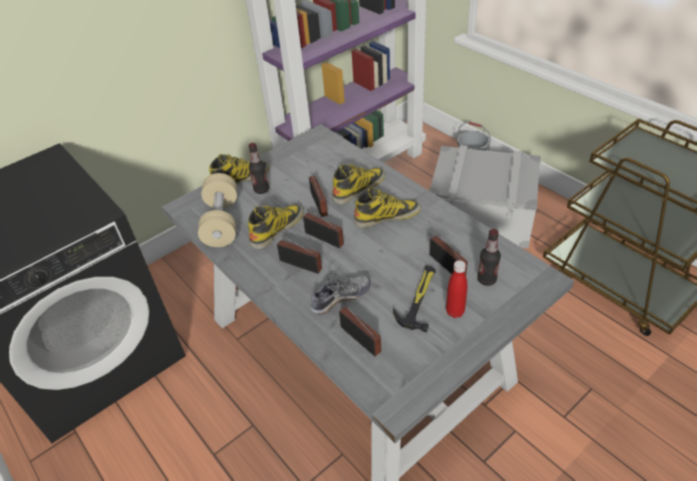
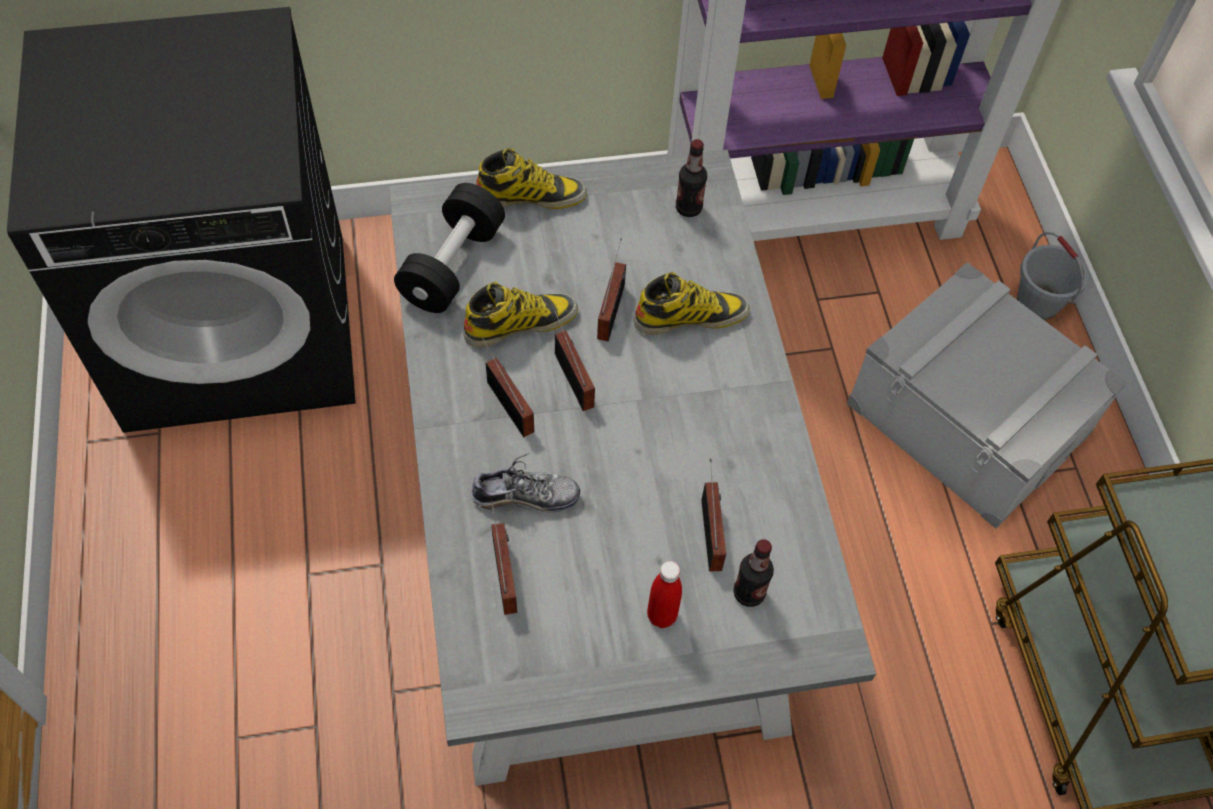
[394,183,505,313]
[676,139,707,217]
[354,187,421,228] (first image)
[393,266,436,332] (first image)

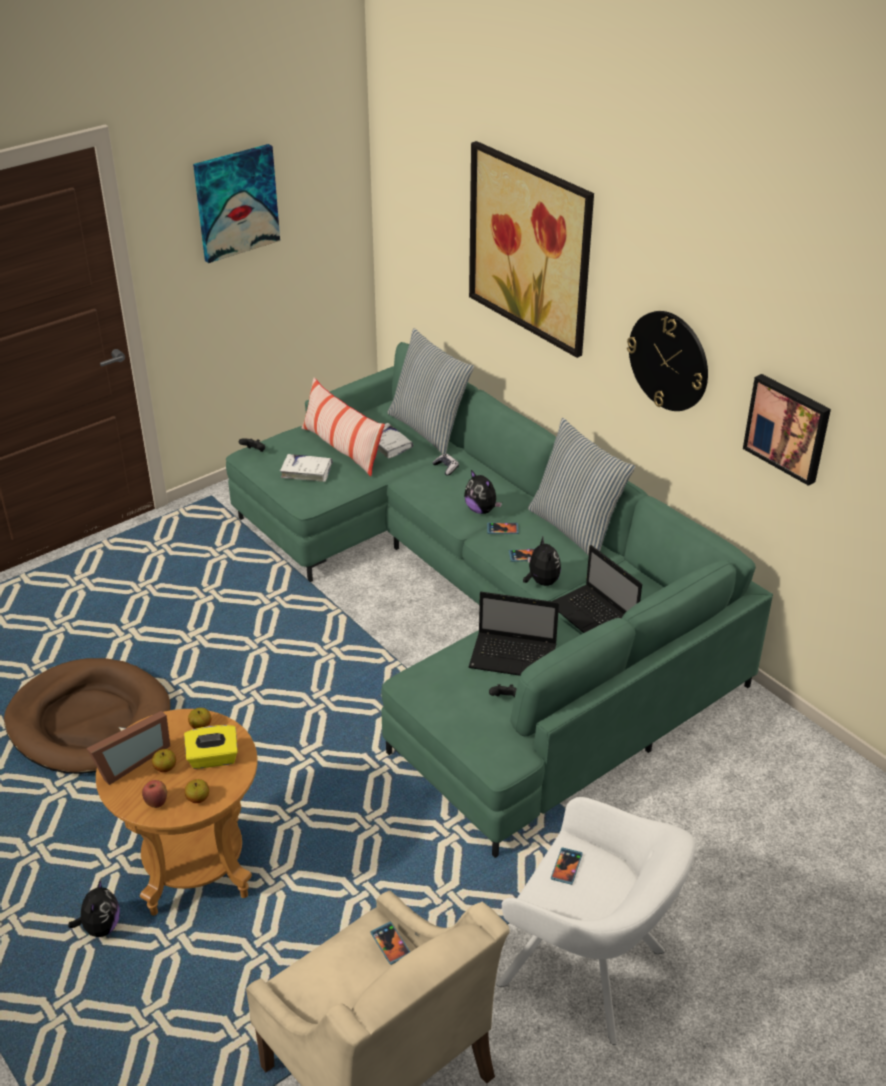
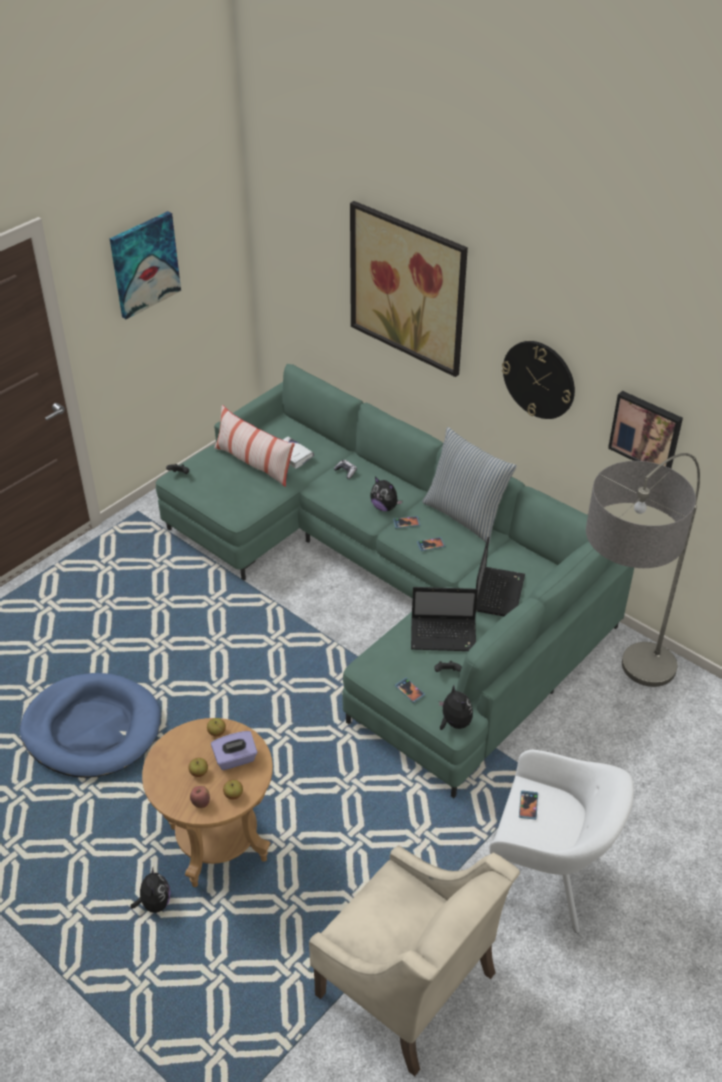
[20,673,161,778]
[86,711,170,785] (first image)
[211,731,257,770]
[280,454,333,482] (first image)
[394,677,425,703]
[387,328,474,454] (first image)
[439,685,473,730]
[476,537,525,616]
[586,453,700,687]

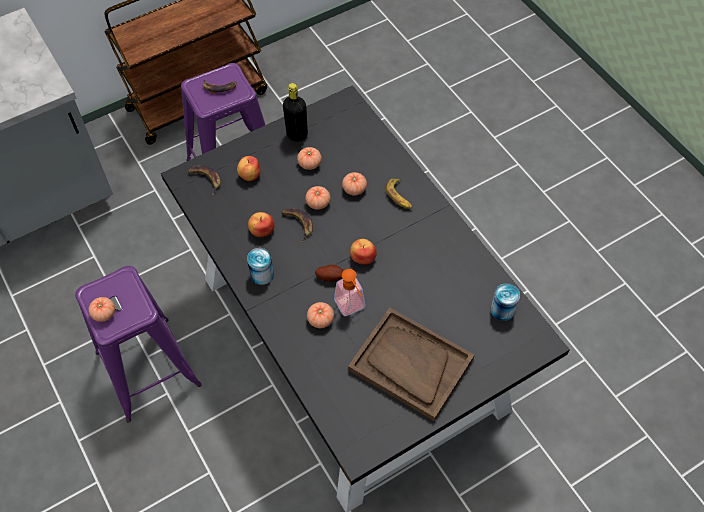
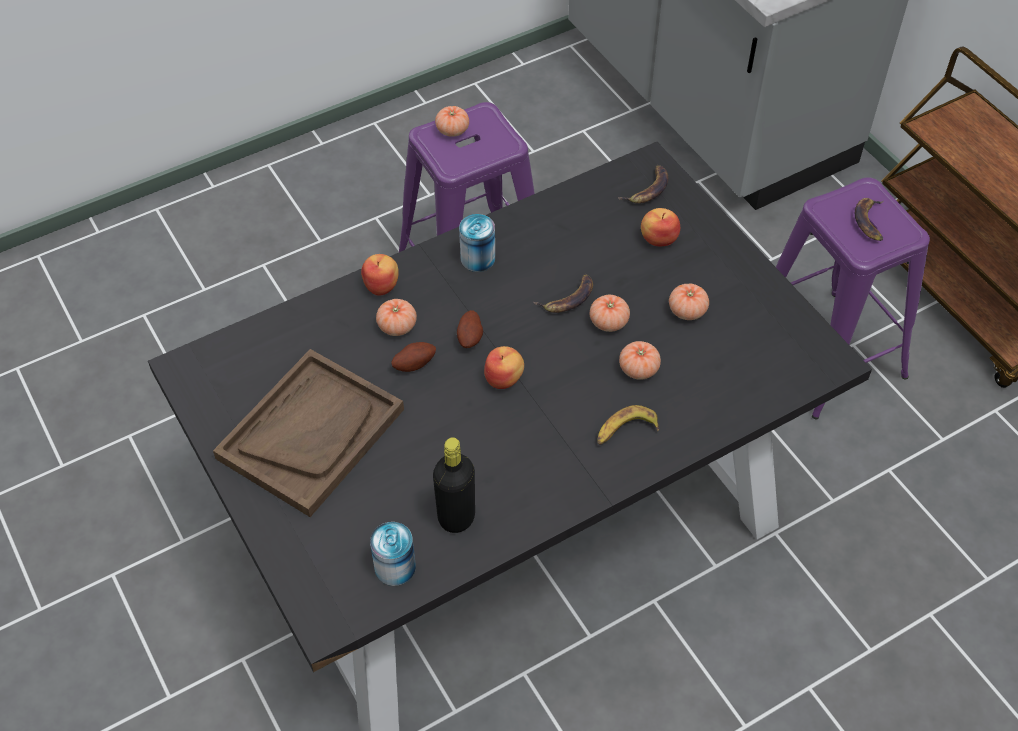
[361,254,399,296]
[433,437,475,533]
[391,342,436,372]

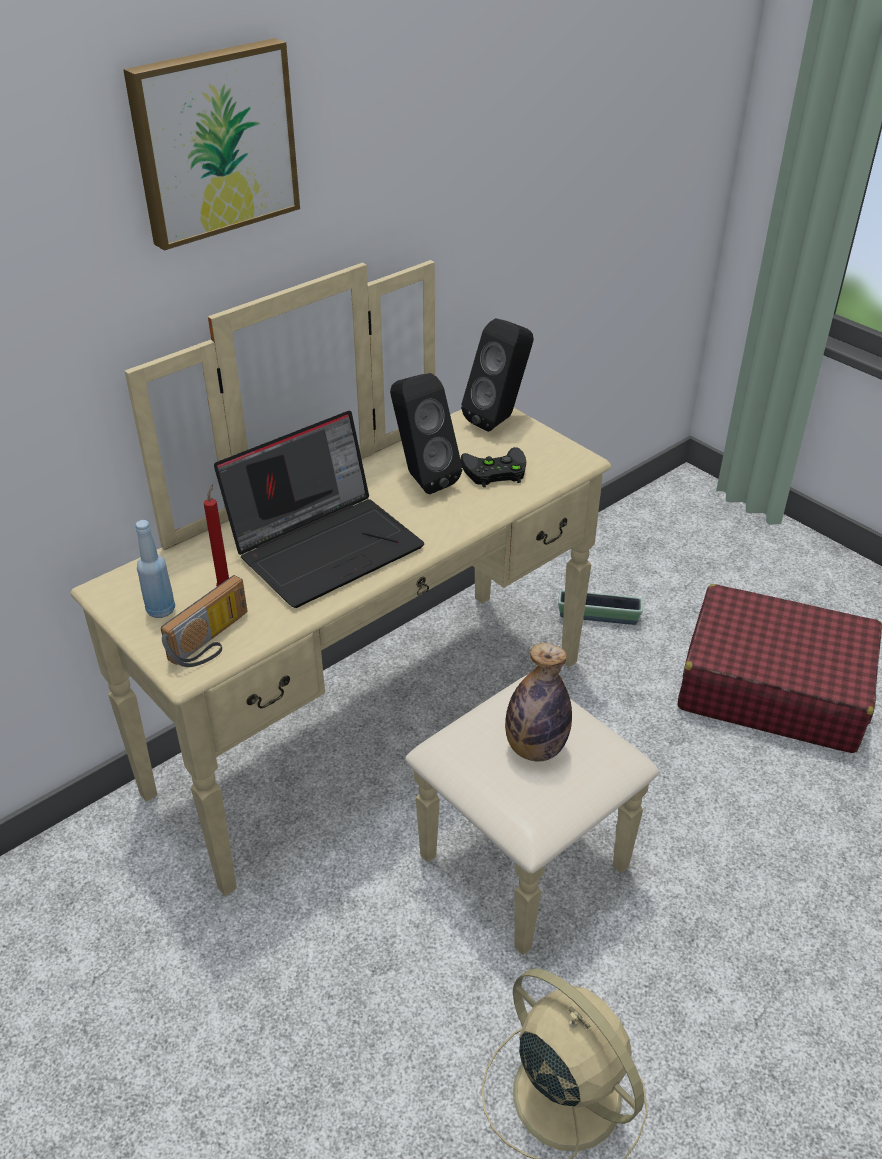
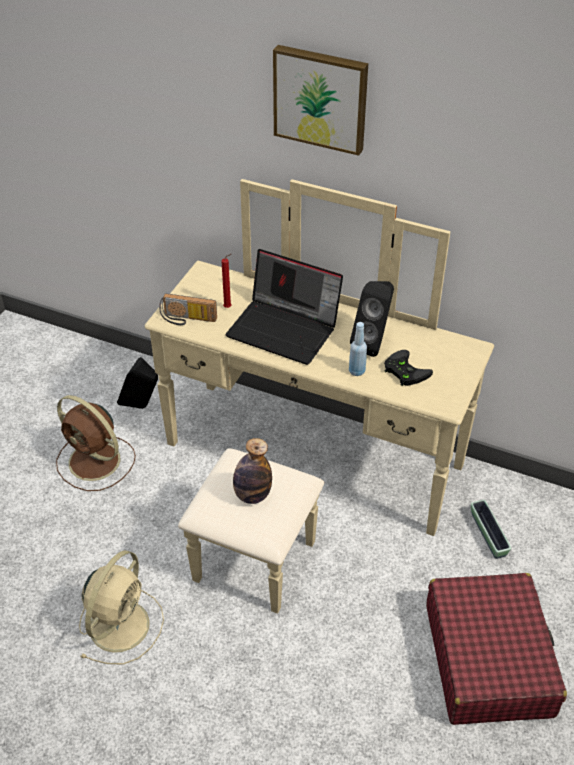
[349,322,367,376]
[117,357,158,409]
[56,395,136,491]

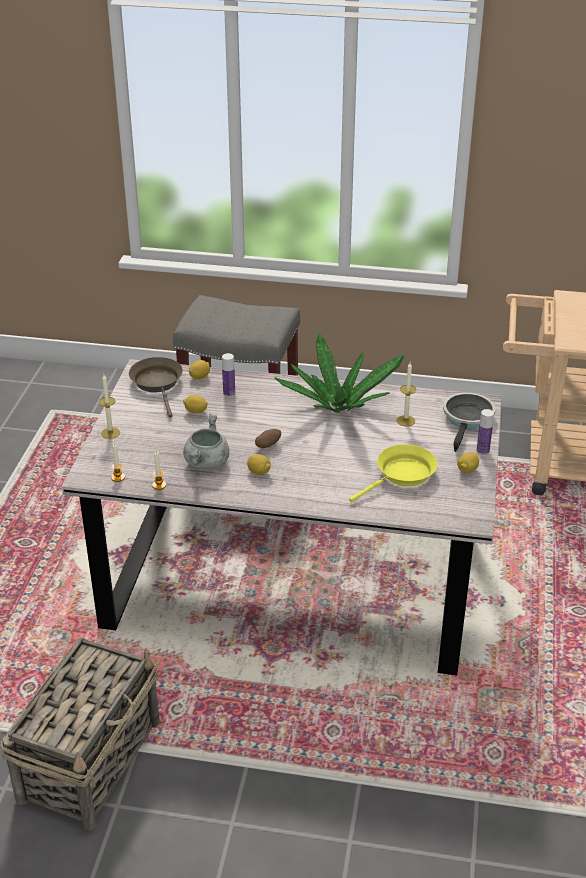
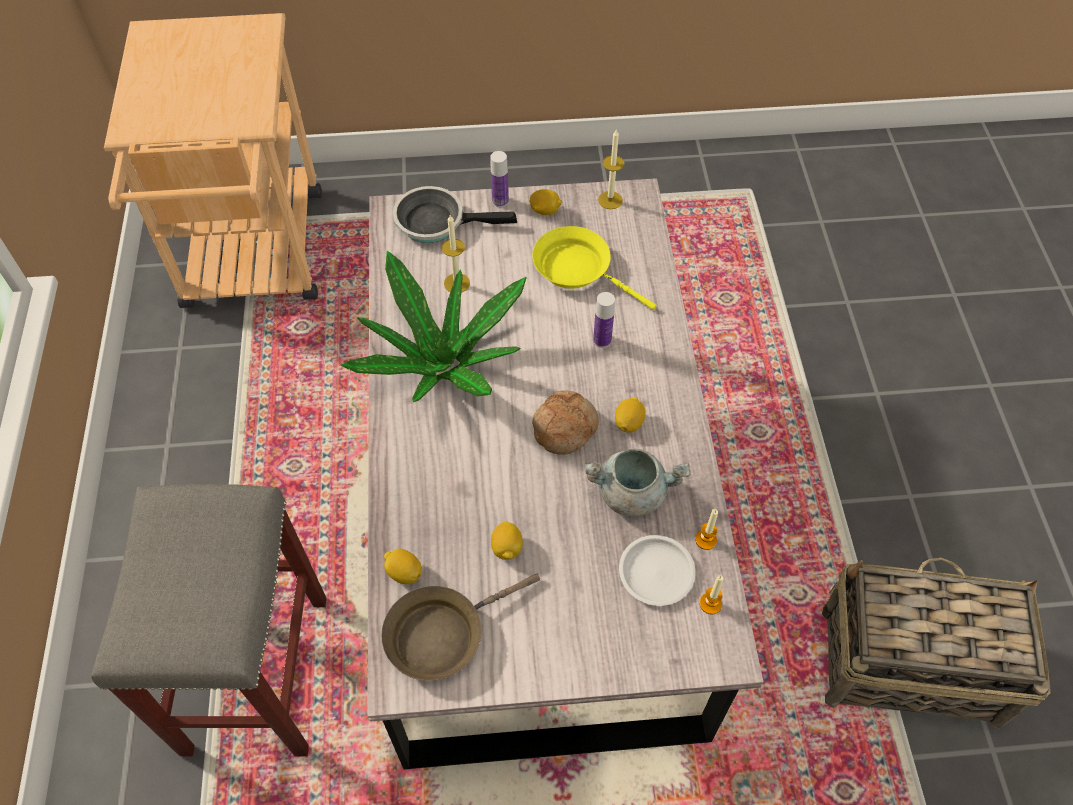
[598,129,625,209]
[593,292,615,348]
[532,390,599,455]
[619,535,696,606]

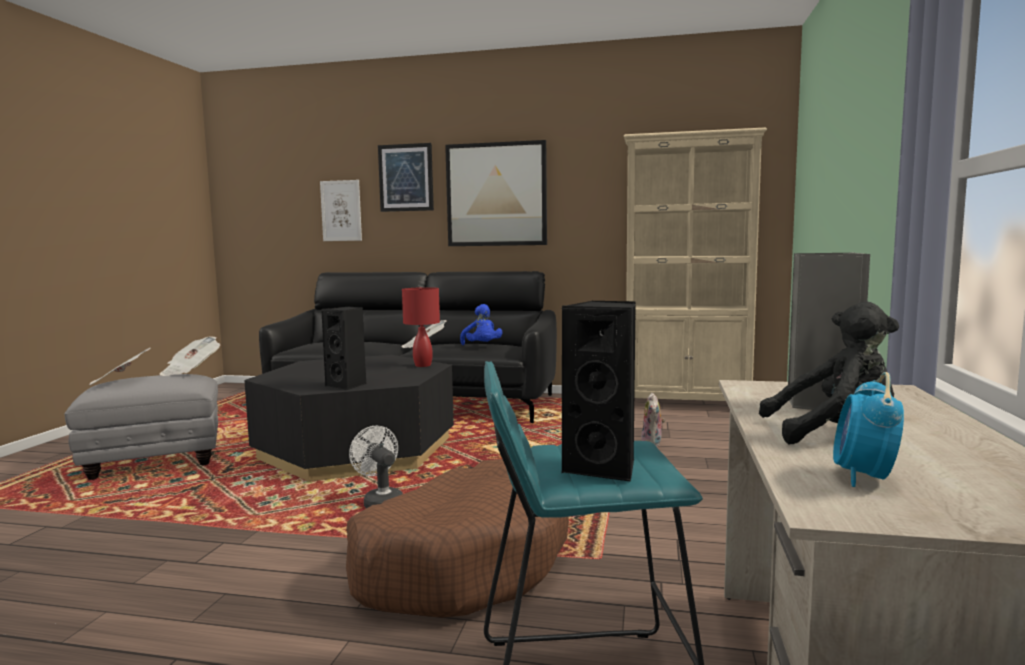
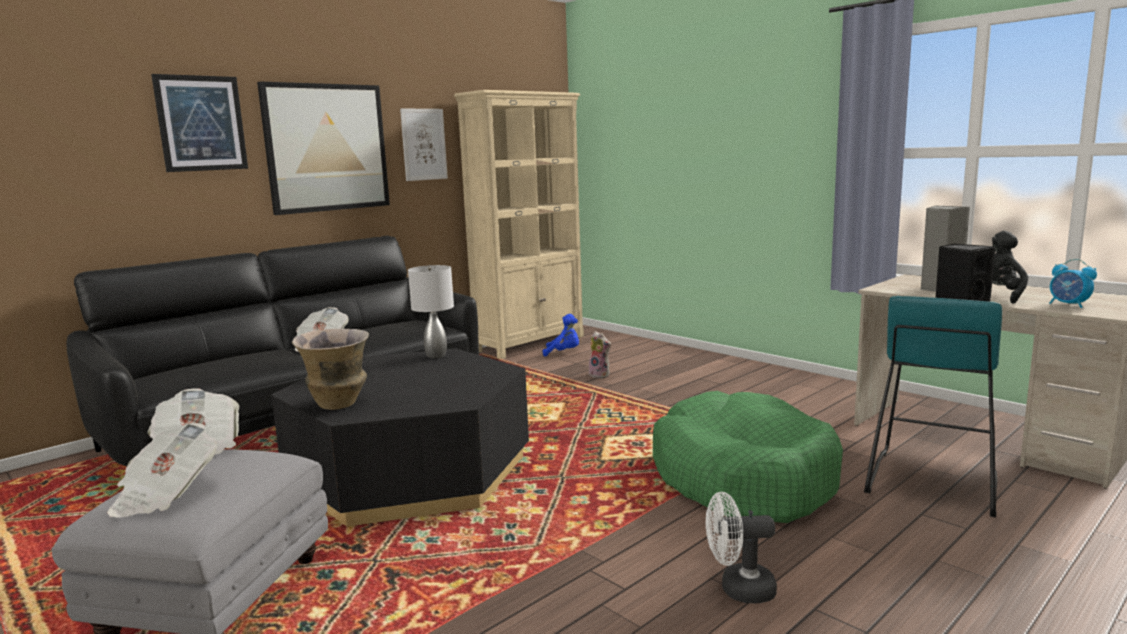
[400,108,448,181]
[321,307,366,390] (first image)
[653,391,843,523]
[706,492,777,603]
[408,265,454,358]
[543,314,579,357]
[292,329,369,410]

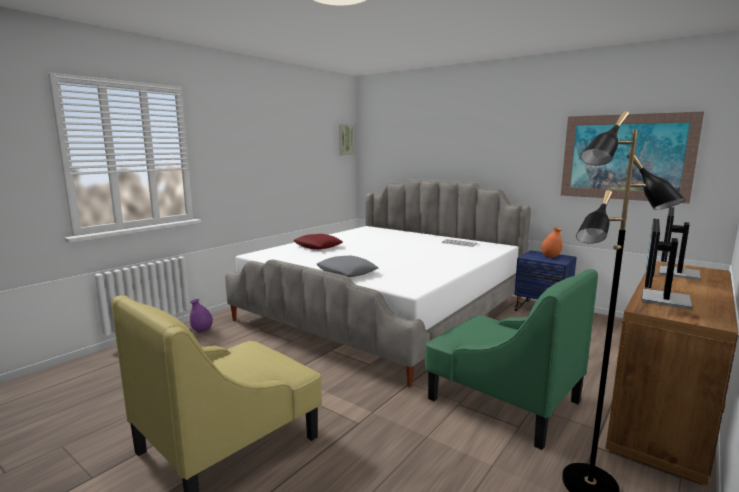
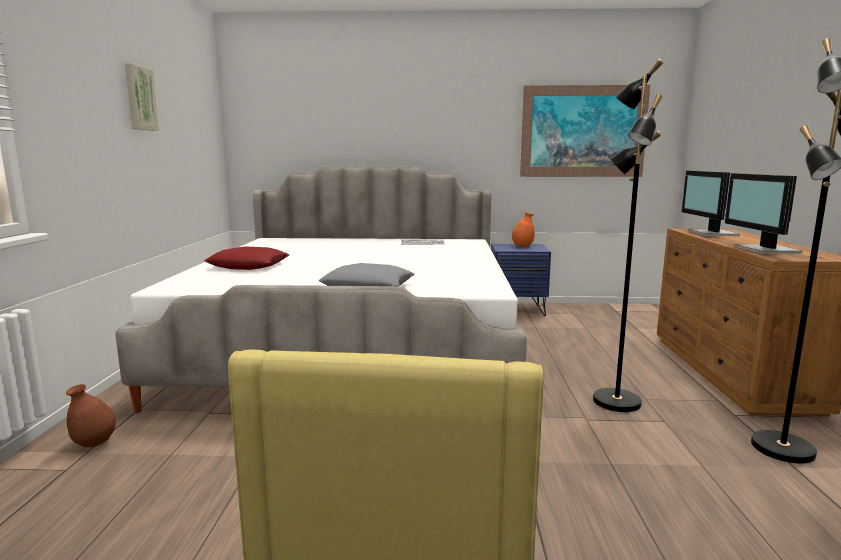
[66,384,116,447]
[125,63,159,131]
[593,59,664,412]

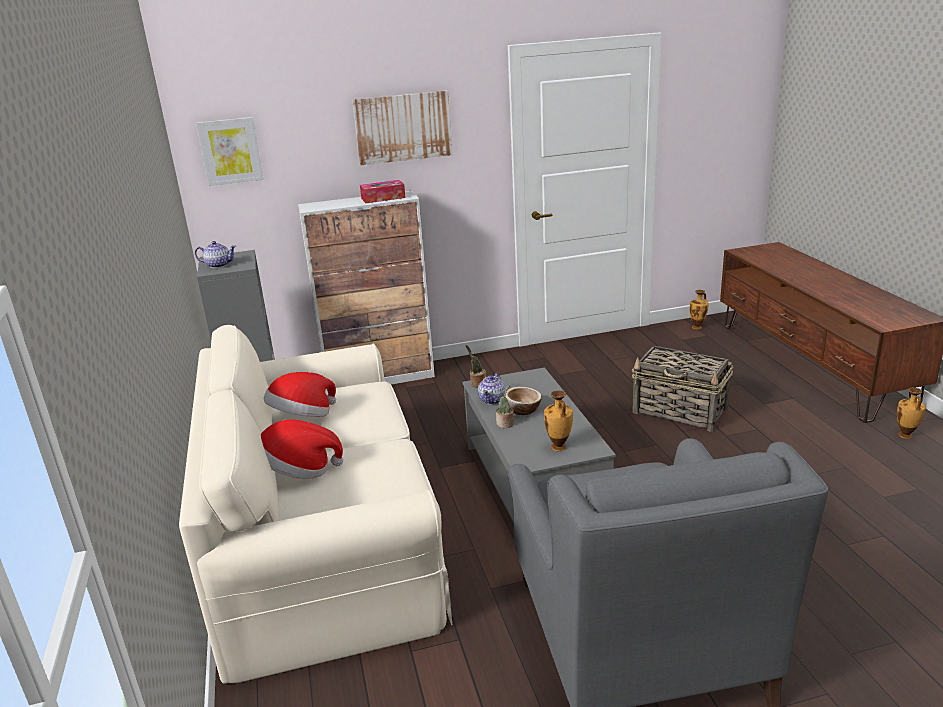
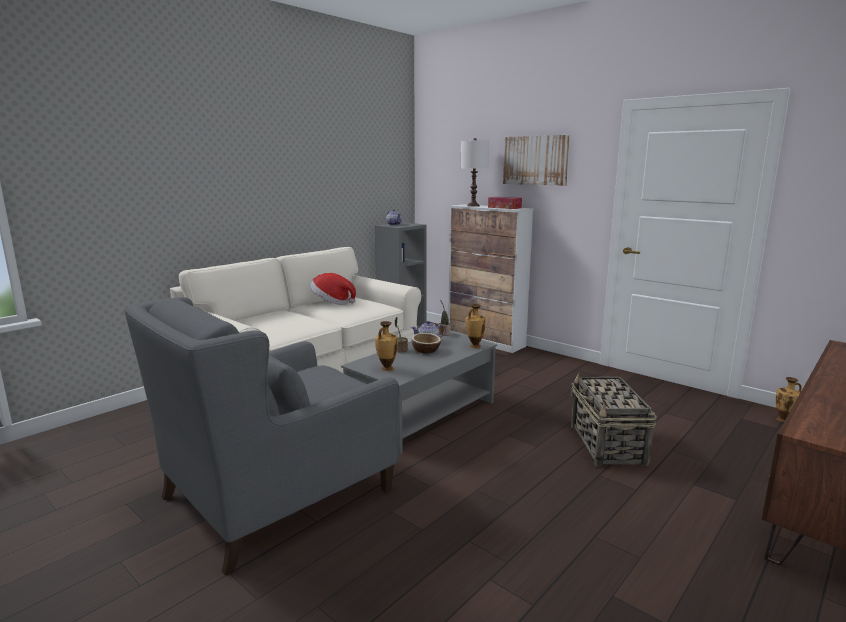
[196,117,263,186] (first image)
[261,419,343,479] (first image)
[465,304,486,348]
[461,138,489,207]

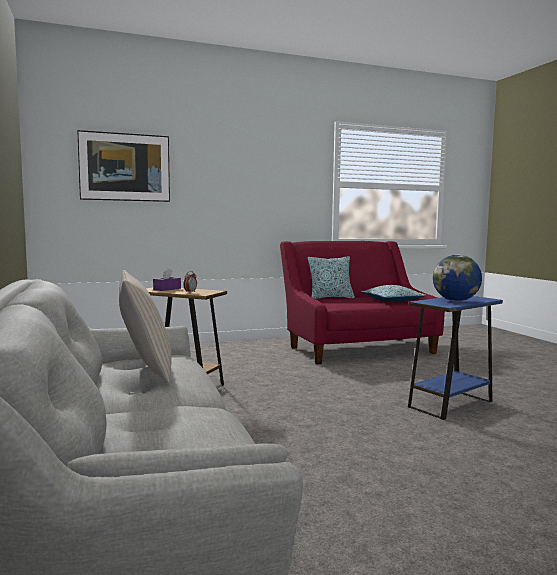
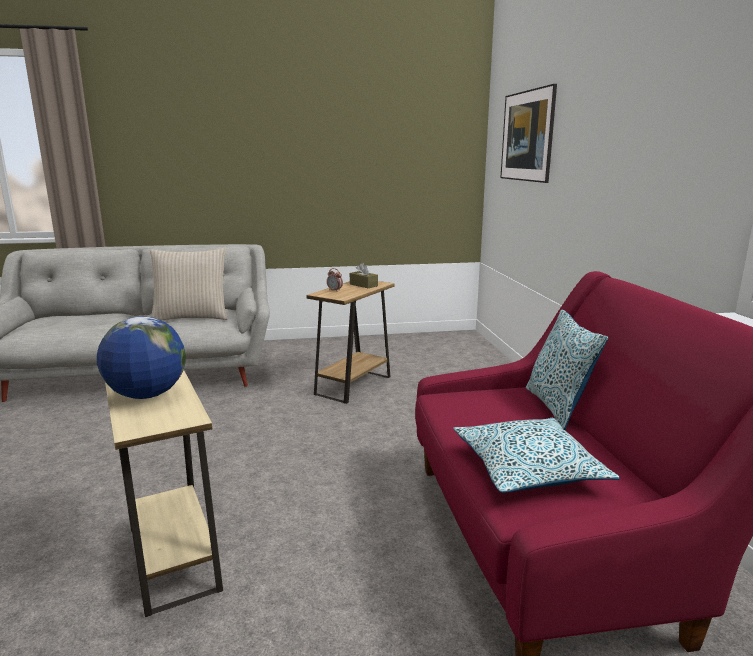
[350,263,378,288]
[105,370,223,617]

